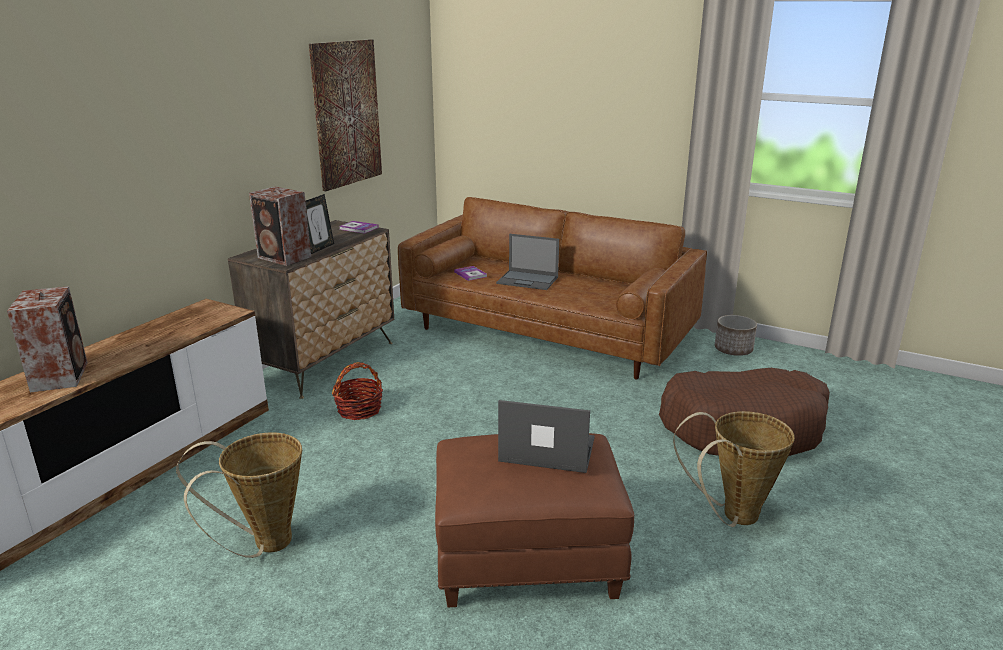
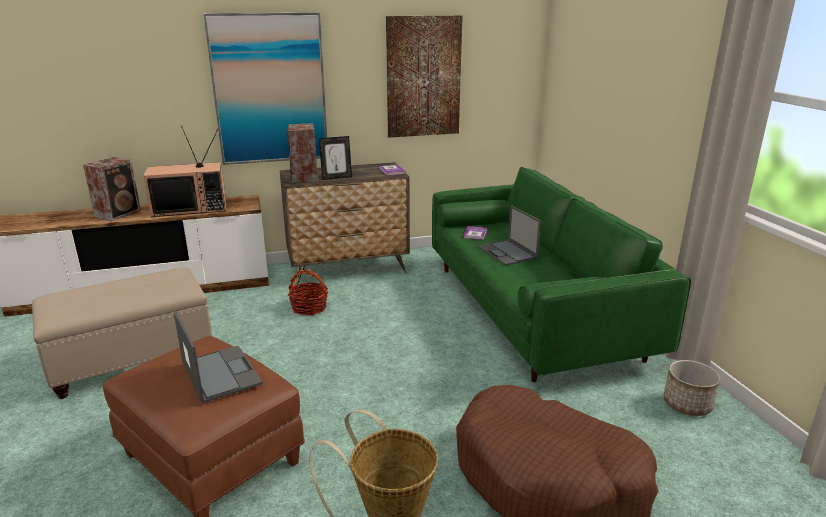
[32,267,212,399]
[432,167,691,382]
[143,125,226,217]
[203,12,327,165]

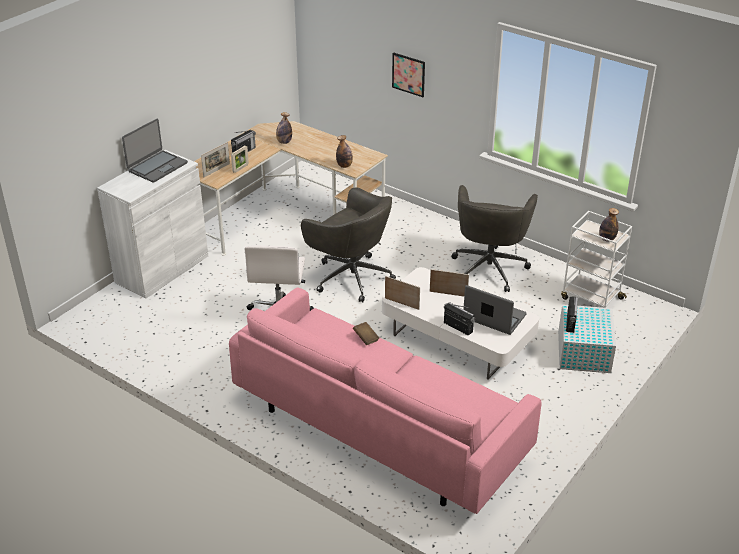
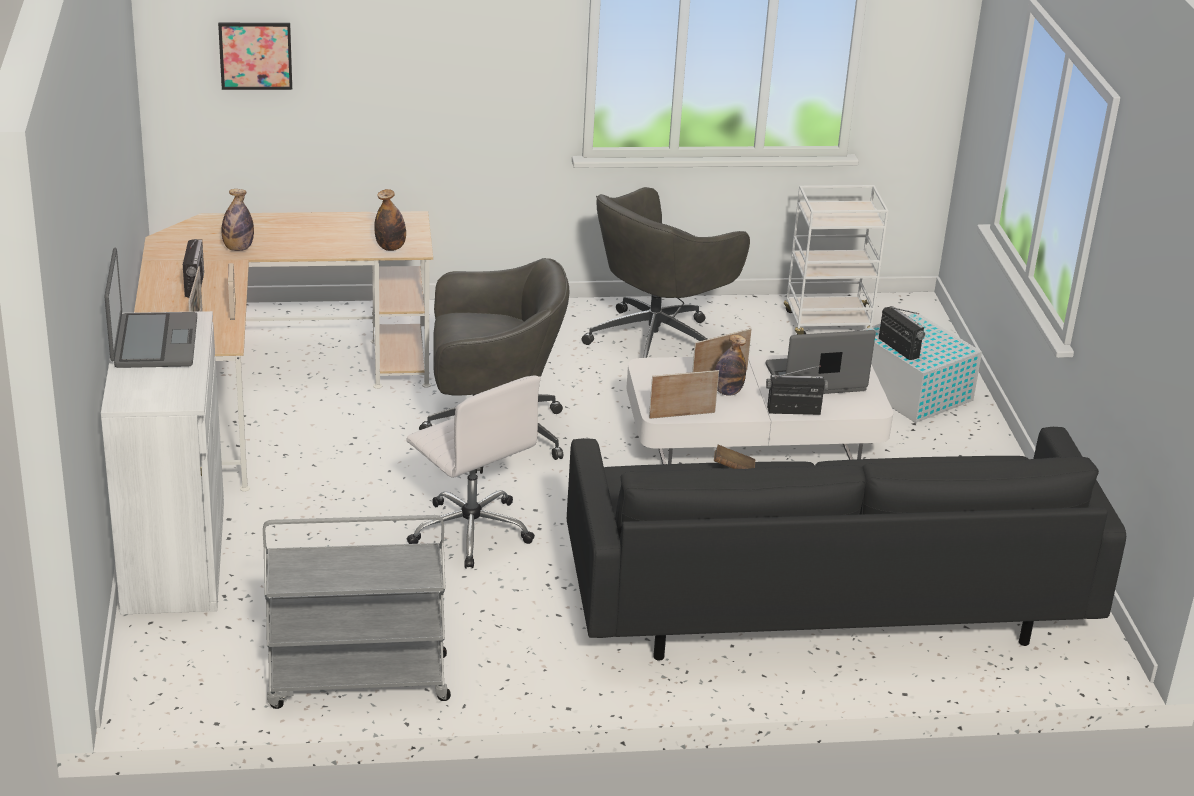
[567,427,1126,661]
[218,23,292,90]
[582,187,750,358]
[715,335,746,396]
[263,515,451,709]

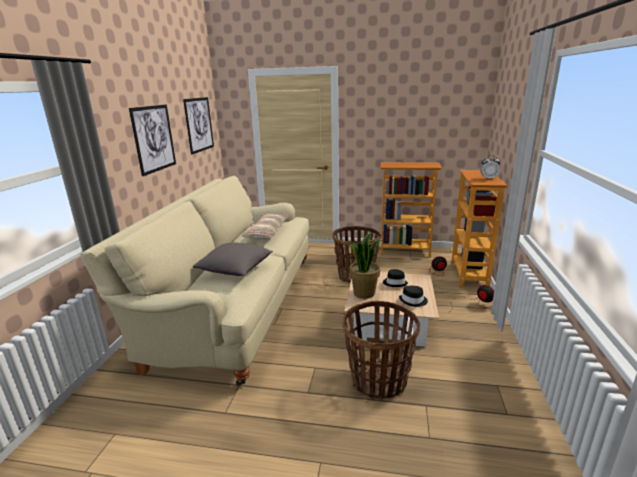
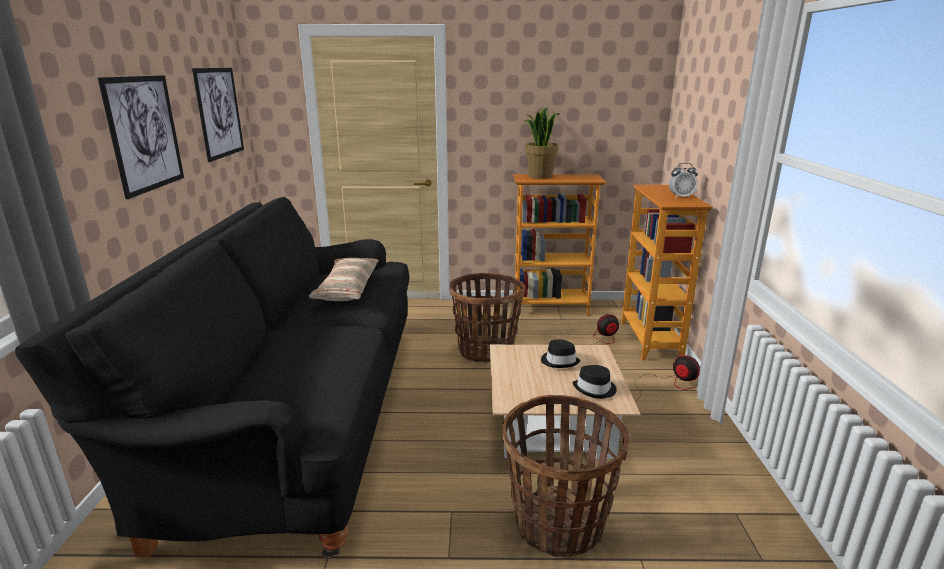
[15,197,409,559]
[193,242,273,276] (first image)
[524,108,560,179]

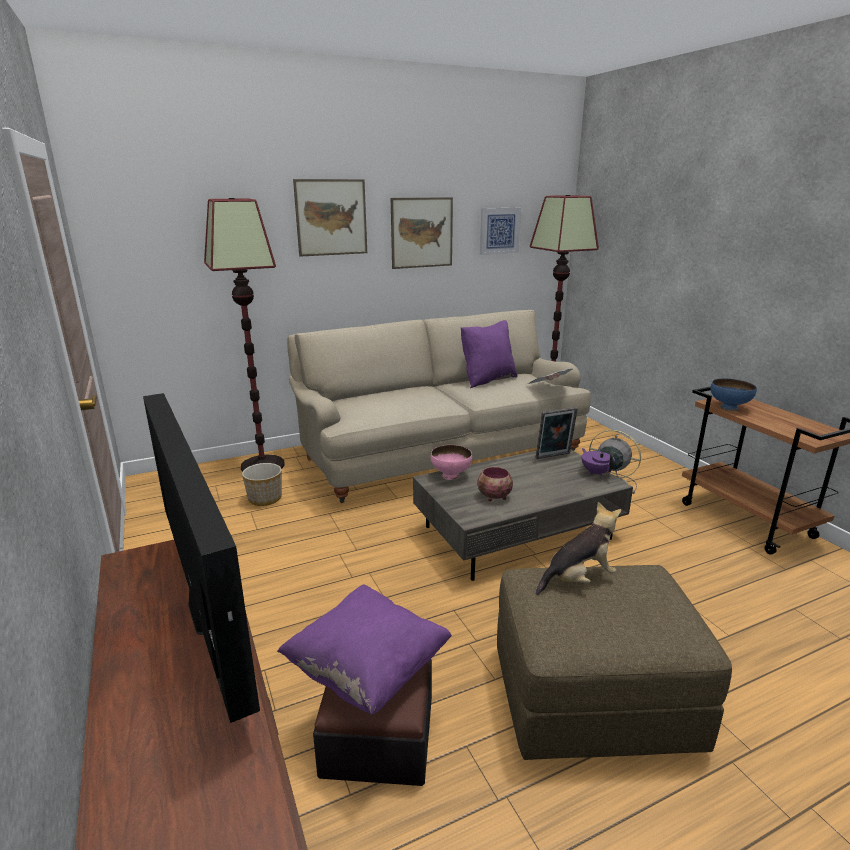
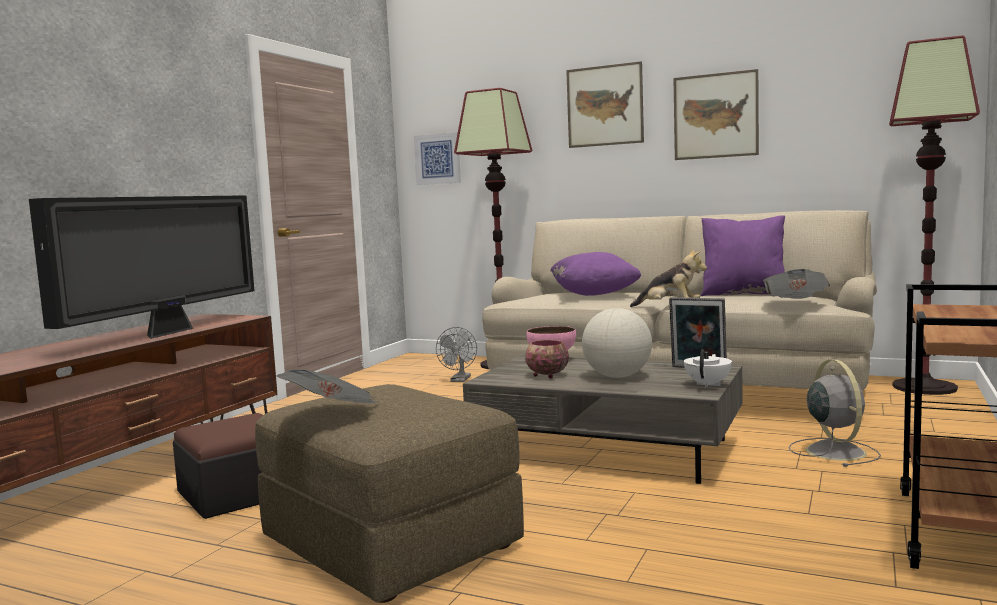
[436,327,477,382]
[551,252,641,296]
[414,132,461,185]
[630,249,707,307]
[684,349,732,388]
[711,378,757,411] (first image)
[276,369,377,403]
[582,308,652,378]

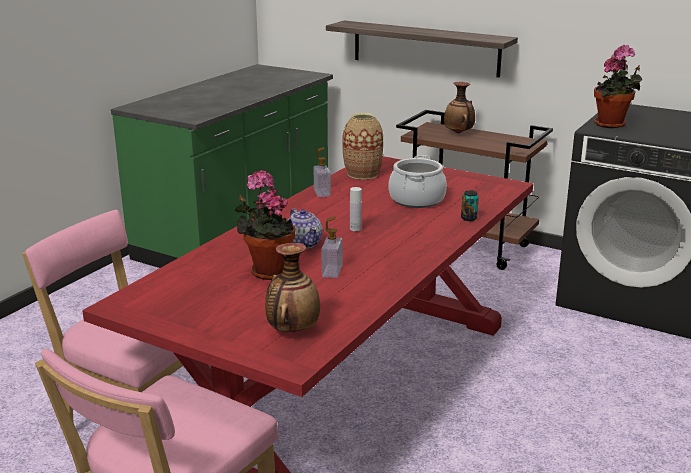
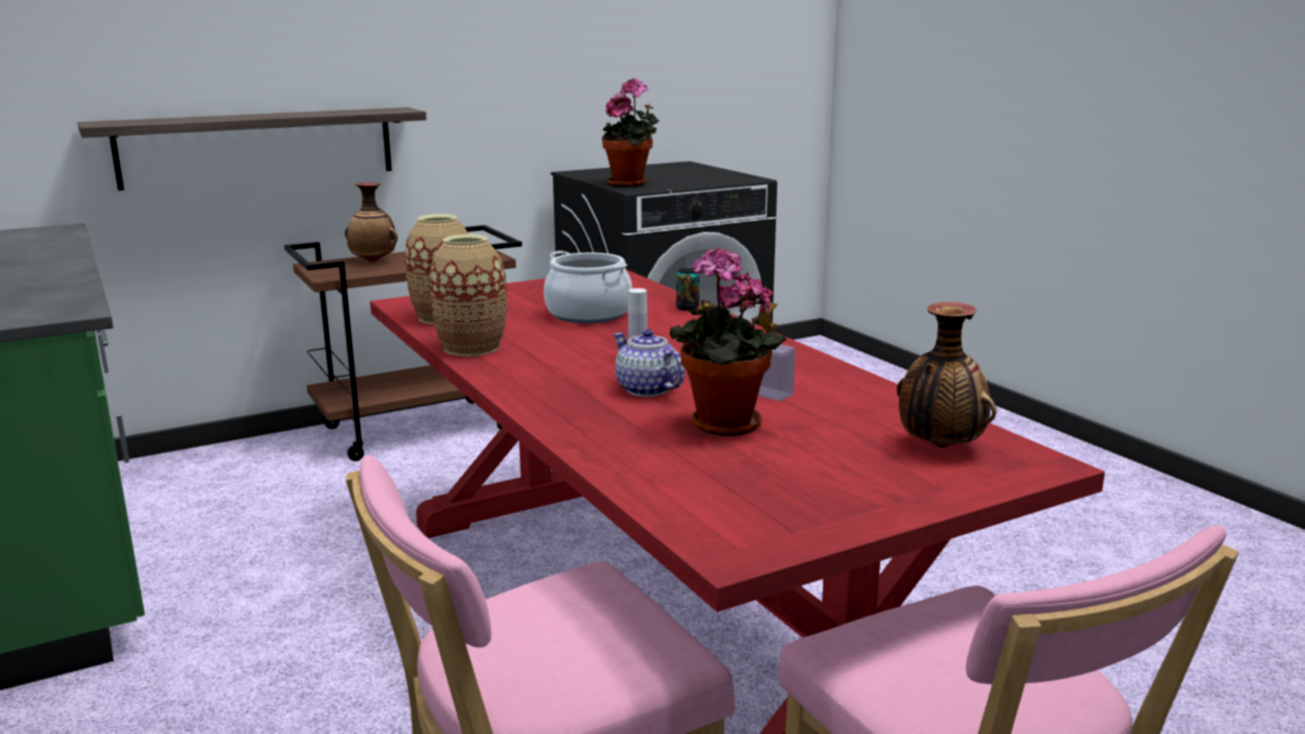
[613,329,685,397]
[430,234,507,356]

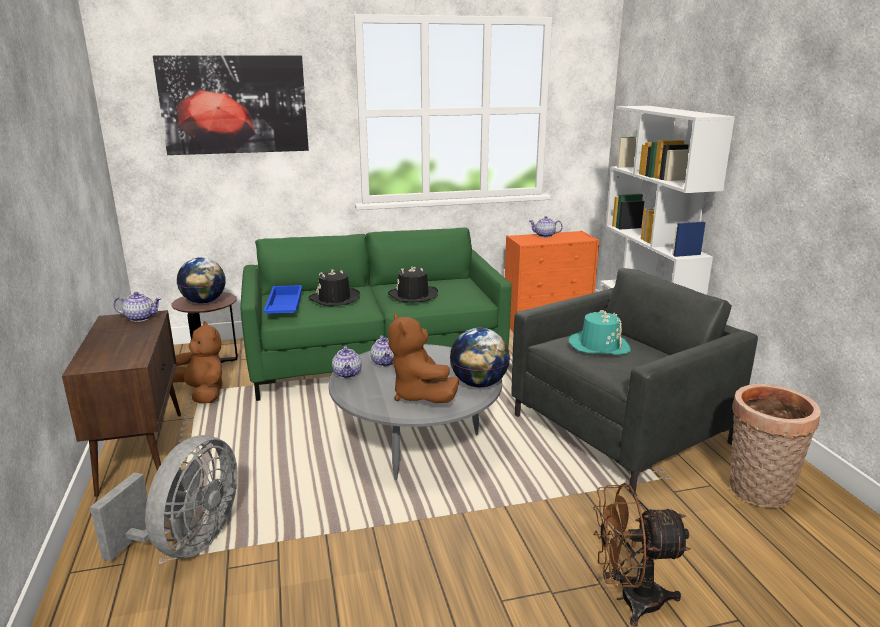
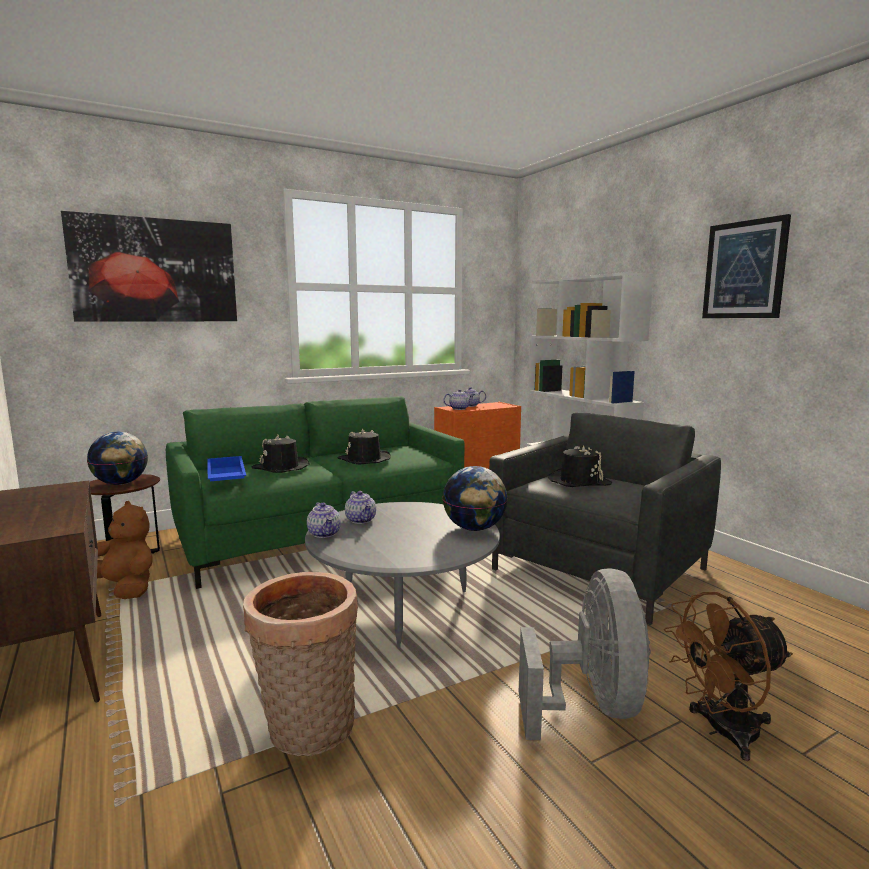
[519,568,651,740]
[443,389,475,410]
[388,313,459,403] (first image)
[548,445,612,487]
[243,572,358,756]
[702,214,791,318]

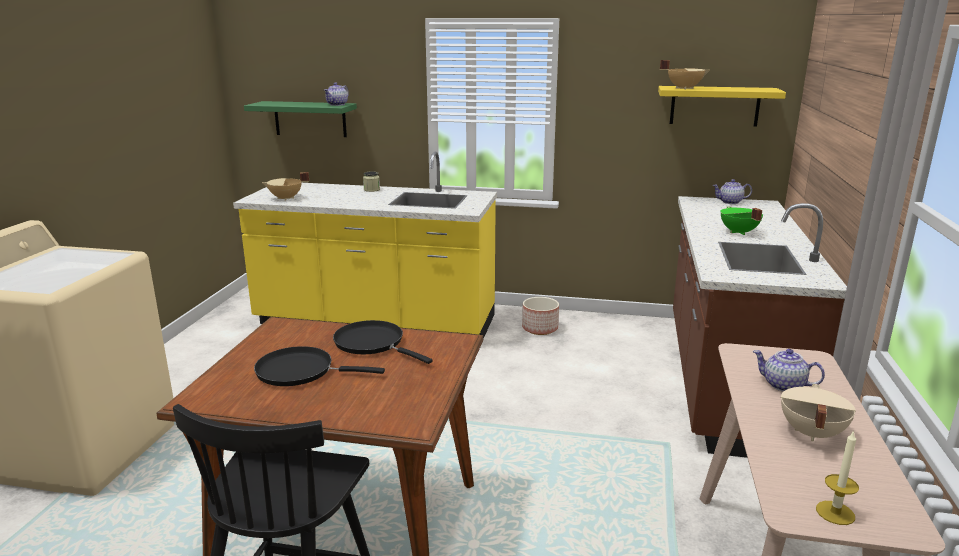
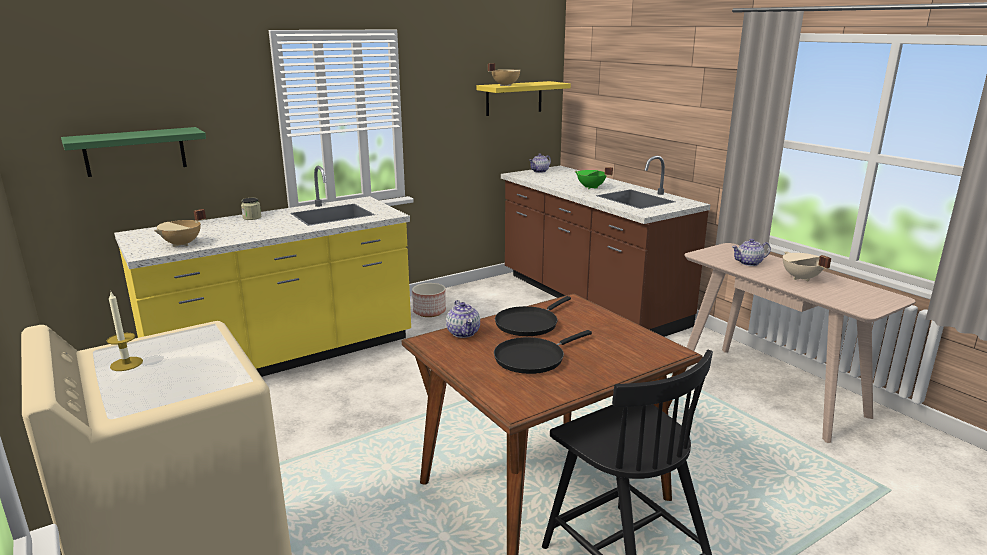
[446,300,480,338]
[495,296,571,336]
[107,292,143,371]

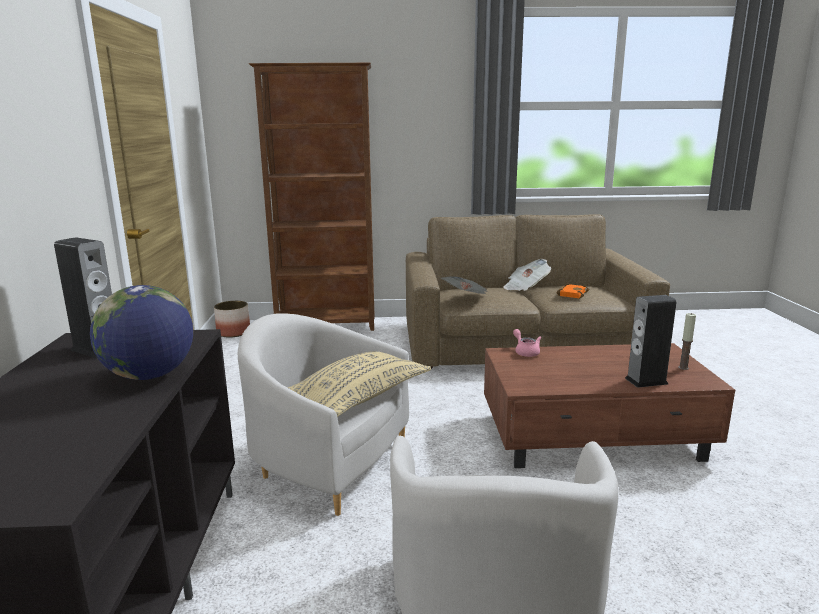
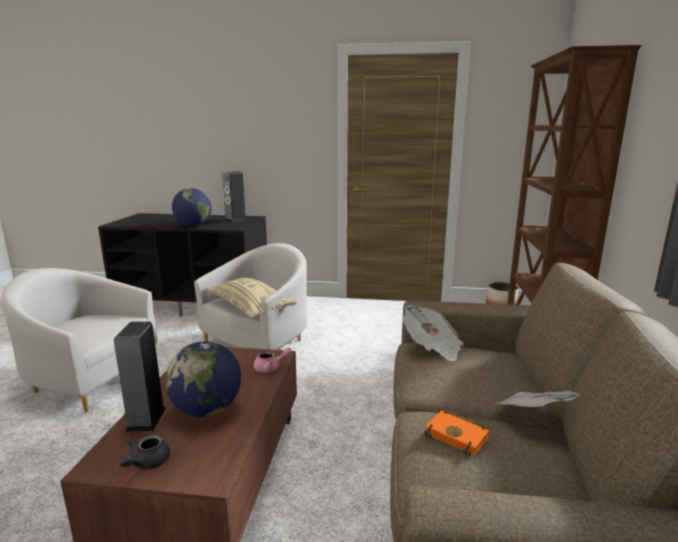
[119,435,170,470]
[165,341,241,417]

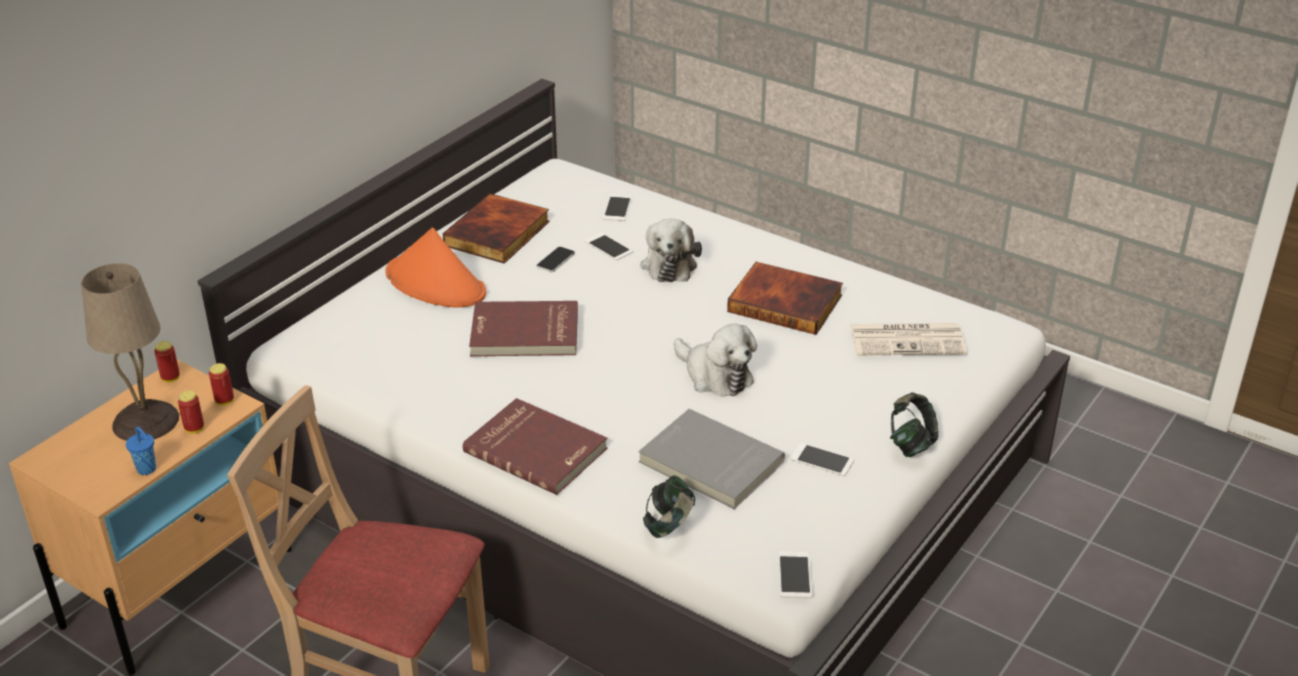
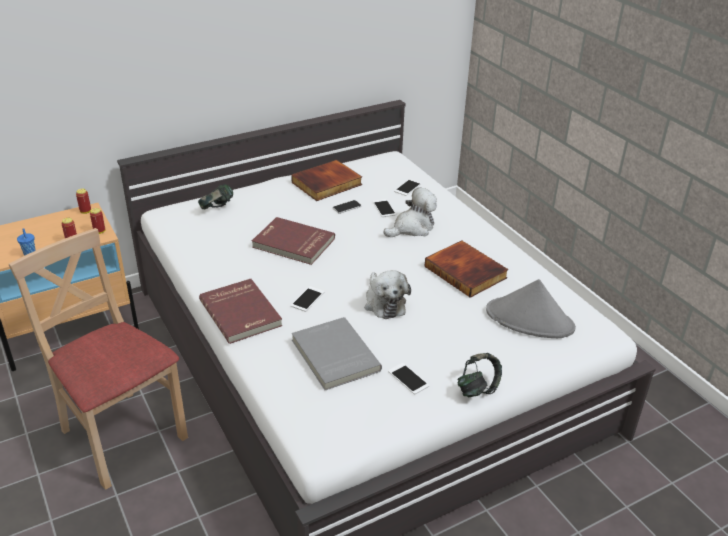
[81,263,179,441] (first image)
[385,227,486,308] (first image)
[383,187,437,237]
[198,184,233,209]
[291,286,325,312]
[486,279,576,338]

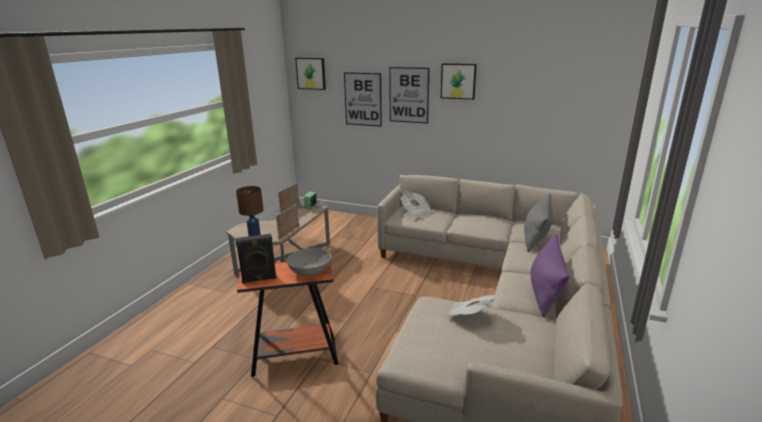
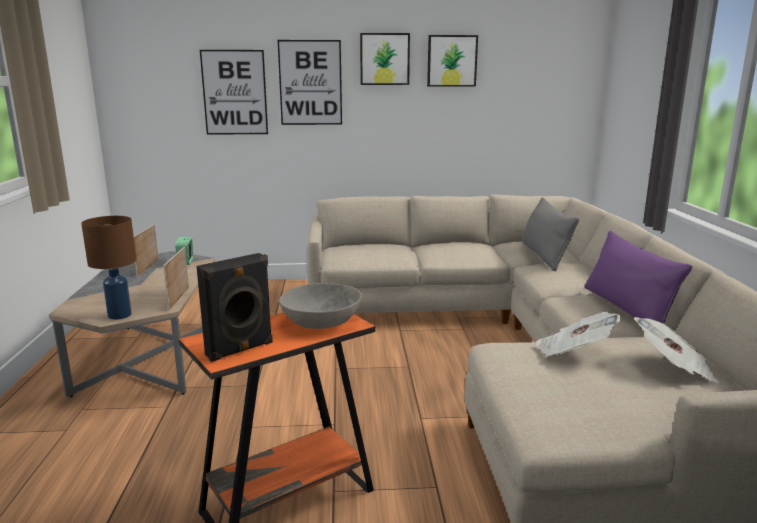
[427,35,478,87]
[634,317,721,383]

